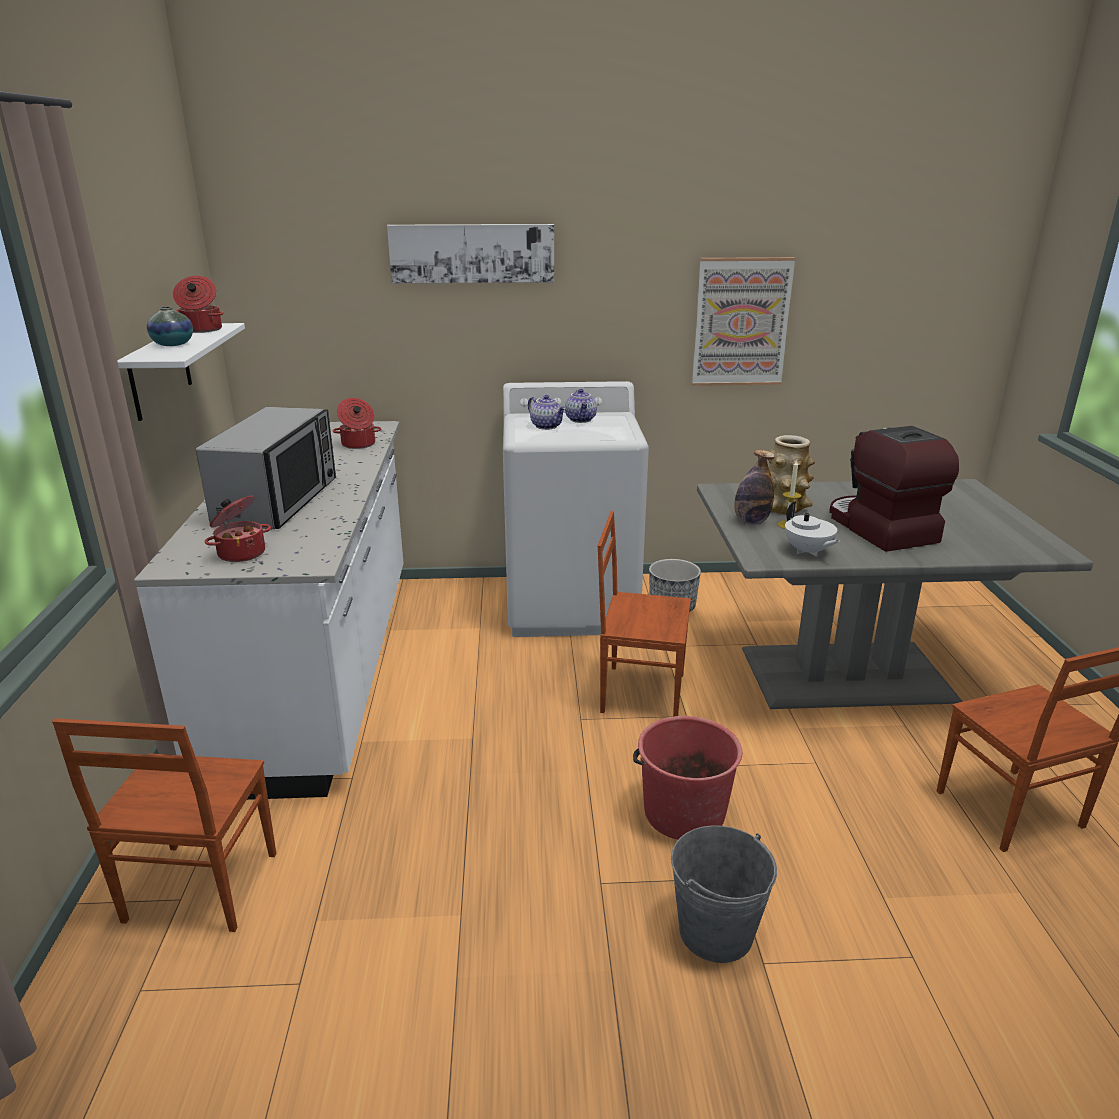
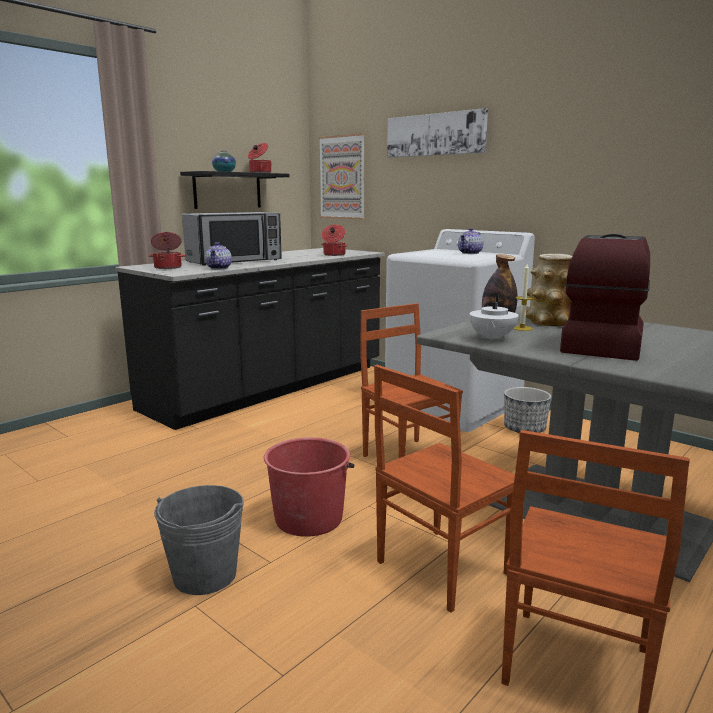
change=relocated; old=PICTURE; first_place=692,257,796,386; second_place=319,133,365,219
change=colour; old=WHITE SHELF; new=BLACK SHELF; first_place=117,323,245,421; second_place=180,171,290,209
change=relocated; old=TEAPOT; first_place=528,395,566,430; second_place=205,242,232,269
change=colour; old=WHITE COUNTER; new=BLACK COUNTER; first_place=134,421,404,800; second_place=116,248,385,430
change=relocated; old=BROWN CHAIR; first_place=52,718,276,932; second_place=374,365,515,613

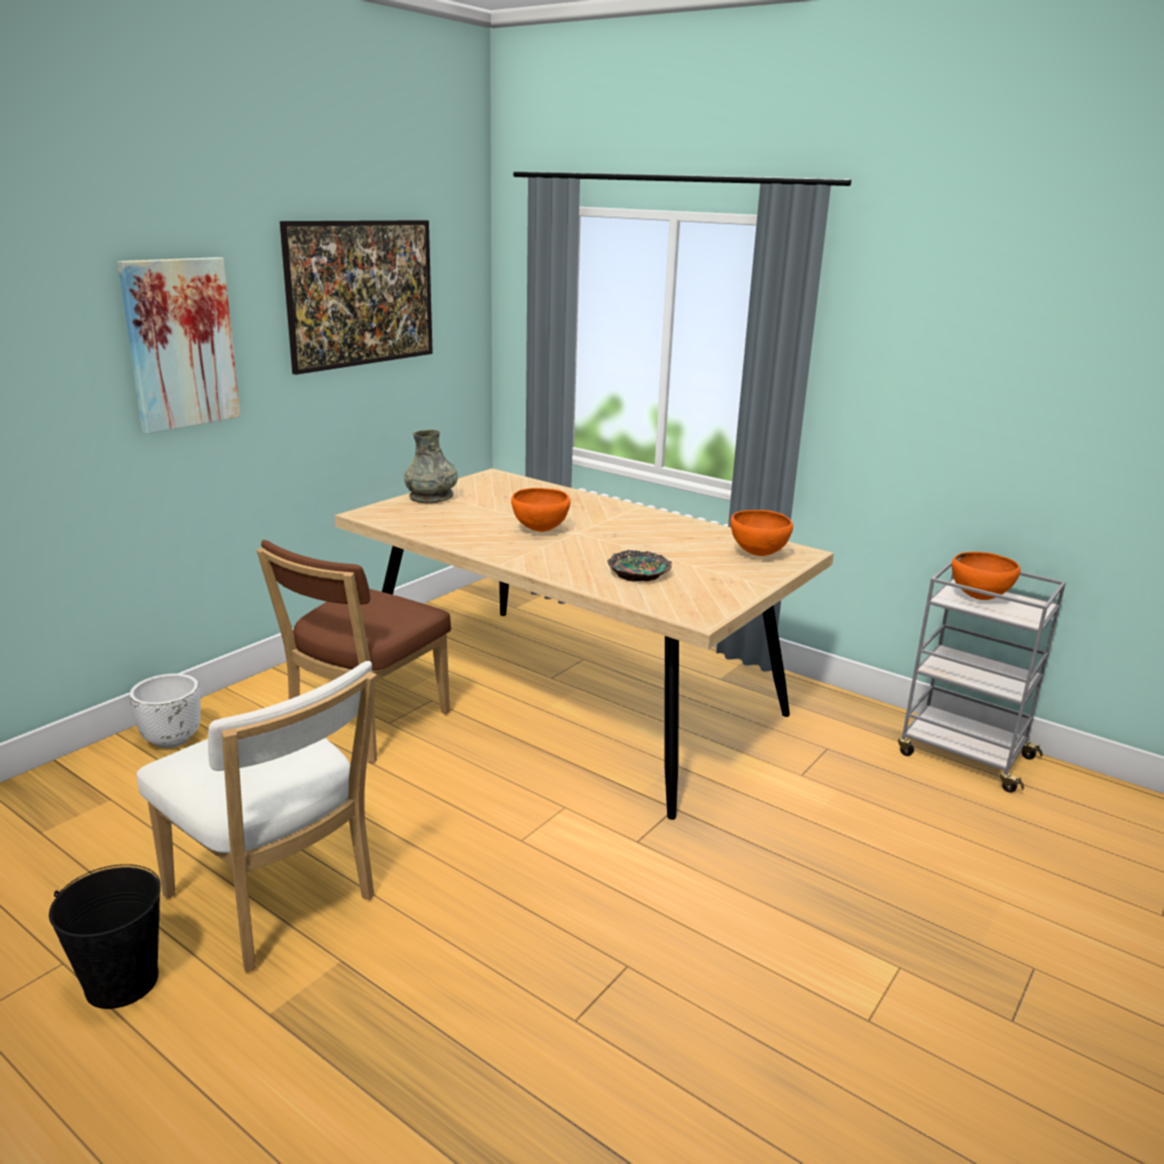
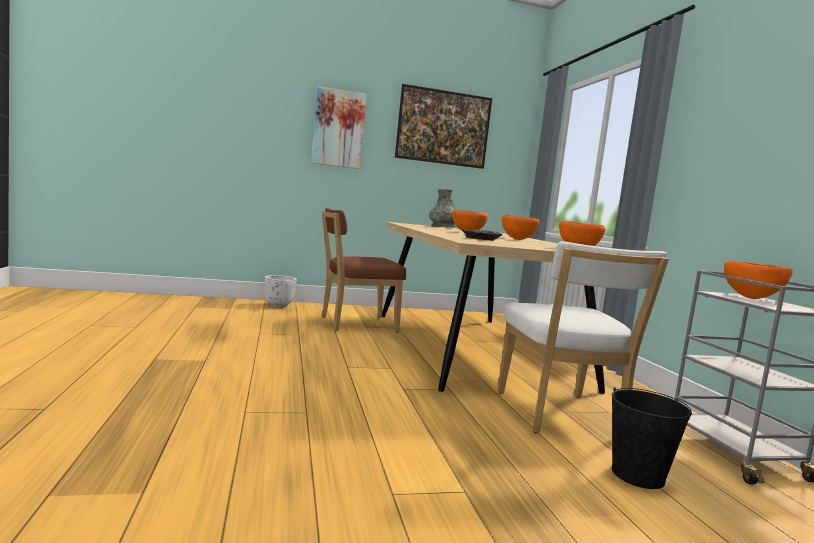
change=relocated; old=WHITE CHAIR; first_place=137,661,377,972; second_place=497,241,669,433
change=relocated; old=BLACK BUCKET; first_place=49,864,161,1009; second_place=612,387,692,489
change=appeared; new=ORANGE BOWL; second_place=502,215,540,240

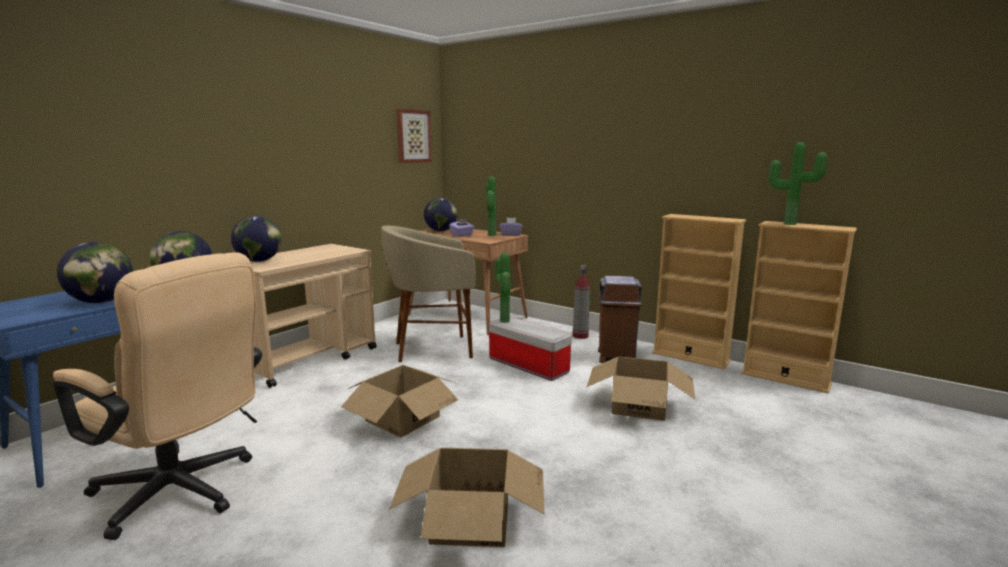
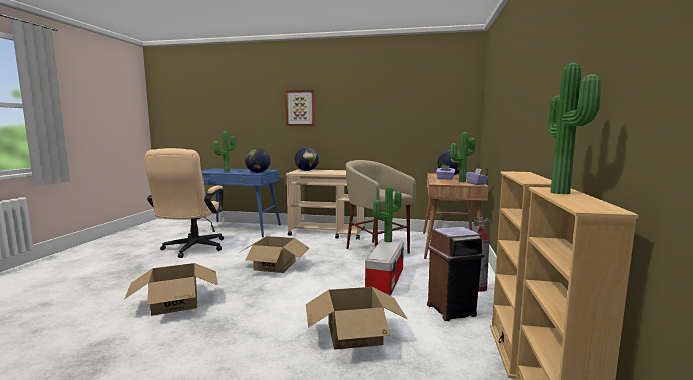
change=relocated; old=PICTURE; first_place=396,109,432,163; second_place=285,90,315,126
change=exchanged; old=GLOBE; new=POTTED PLANT; first_place=57,242,133,303; second_place=213,131,236,173

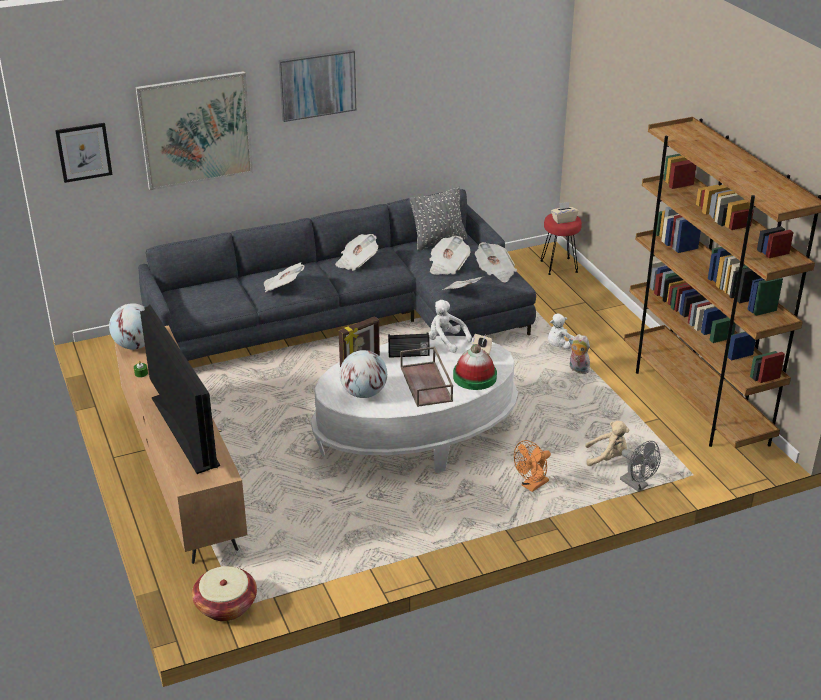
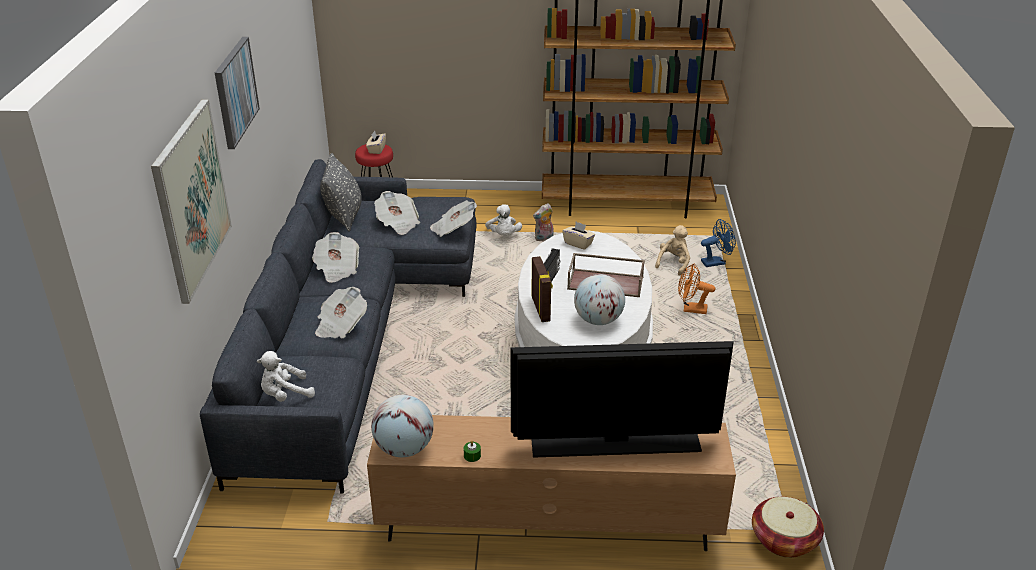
change=missing; old=PICTURE; first_place=55,123,113,183
change=missing; old=NEWSPAPER; first_place=475,242,517,282
change=relocated; old=WHITE PLUSH TOY; first_place=428,300,472,353; second_place=257,351,315,402
change=missing; old=HAT; first_place=453,344,497,390
change=spun; old=ORANGE FAN; first_place=514,440,551,492; second_place=678,263,715,314; degrees=120
change=colour; old=GREY FAN; new=BLUE FAN; first_place=620,441,661,492; second_place=701,219,736,267

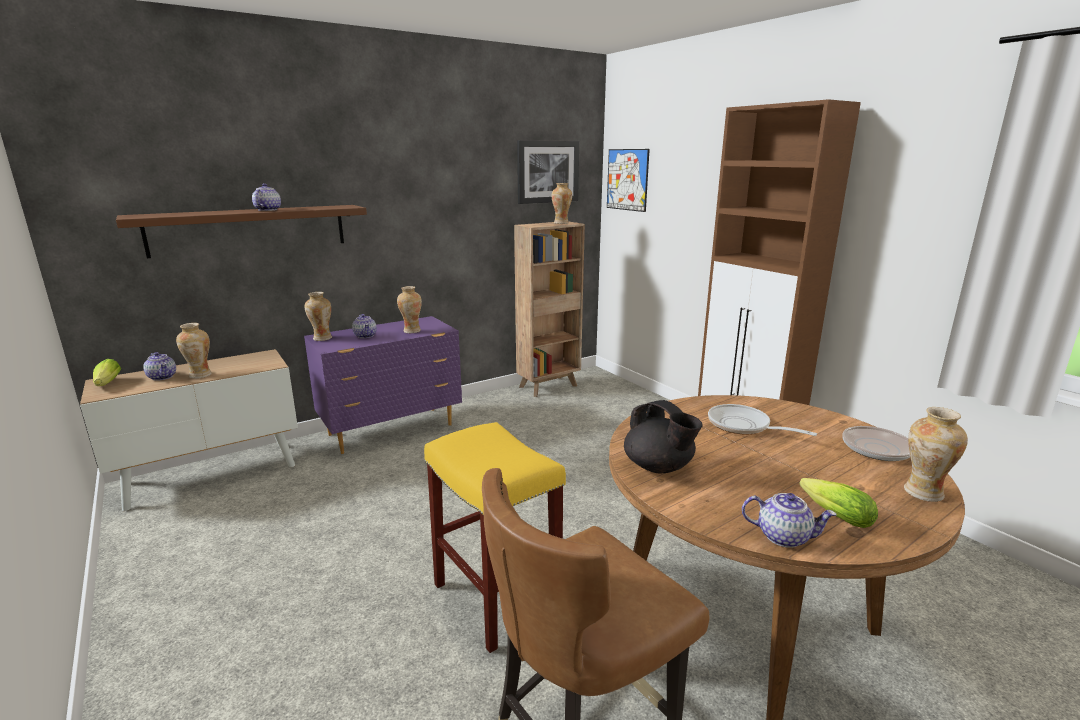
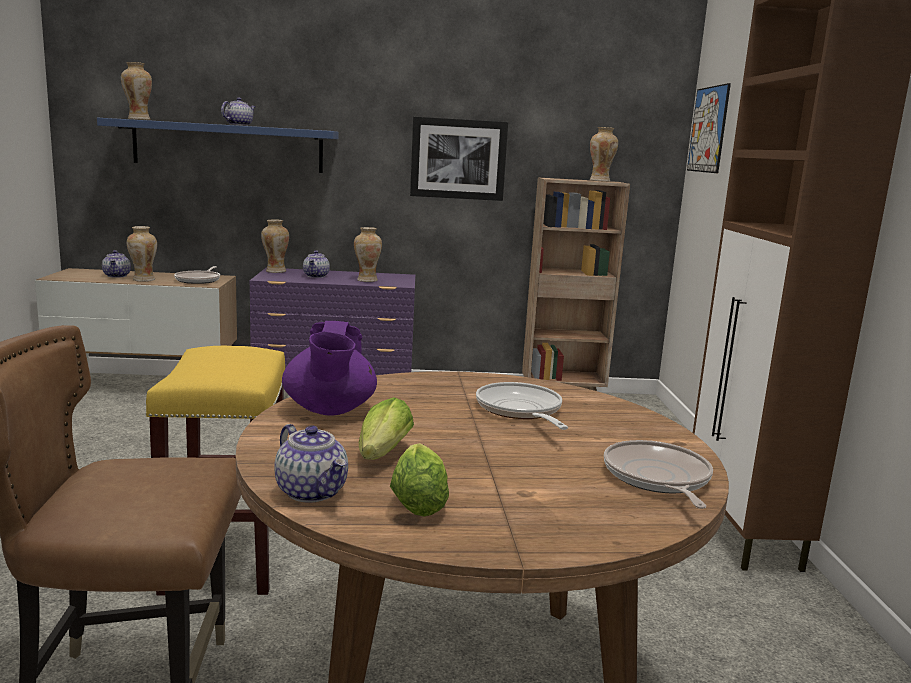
change=relocated; old=PICTURE; first_place=517,140,579,204; second_place=410,116,508,201
change=colour; old=BROWN SHELF; new=BLUE SHELF; first_place=116,205,367,258; second_place=97,118,338,173
change=relocated; old=LETTUCE; first_place=93,359,121,386; second_place=359,397,414,460
change=colour; old=BLACK TEAPOT; new=PURPLE TEAPOT; first_place=624,400,703,473; second_place=282,321,377,416
change=relocated; old=VASE; first_place=904,407,968,502; second_place=121,62,152,120
change=appeared; new=FRYING PAN; second_place=174,266,220,284

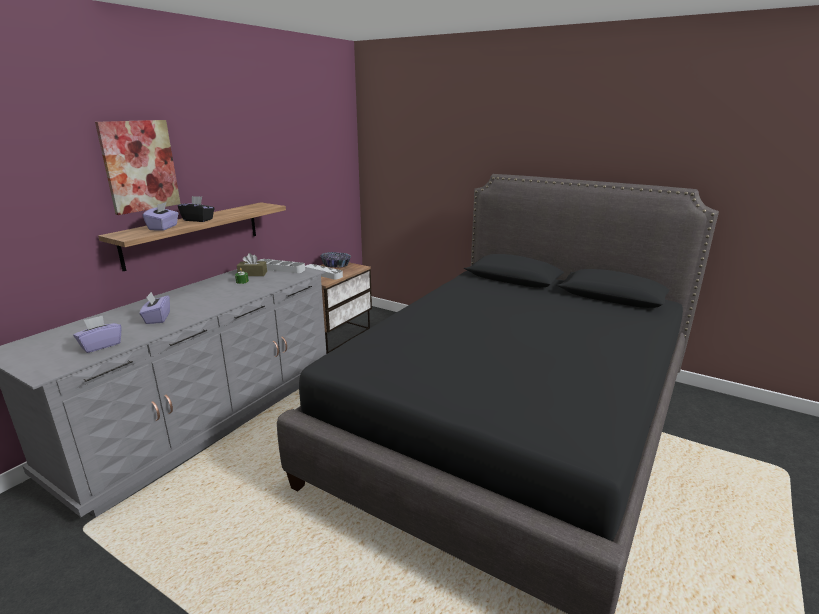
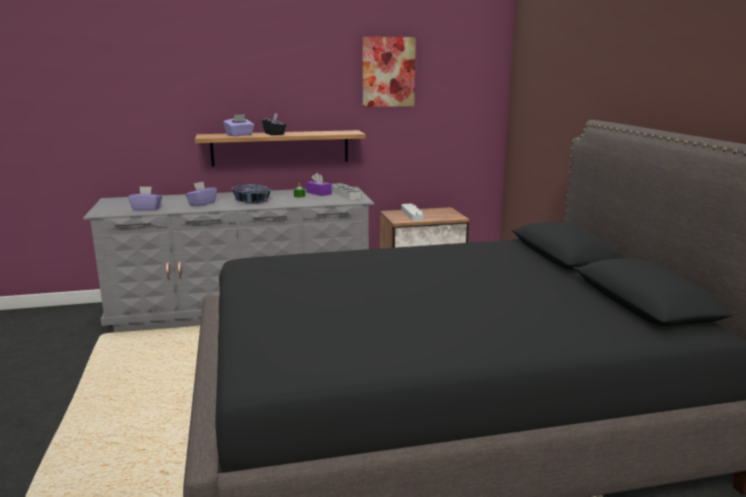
change=relocated; old=PICTURE; first_place=95,120,181,215; second_place=362,37,416,107
change=relocated; old=BOWL; first_place=320,252,351,268; second_place=232,184,272,203
change=colour; old=BROWN TISSUE BOX; new=PURPLE TISSUE BOX; first_place=237,253,267,276; second_place=306,173,332,196

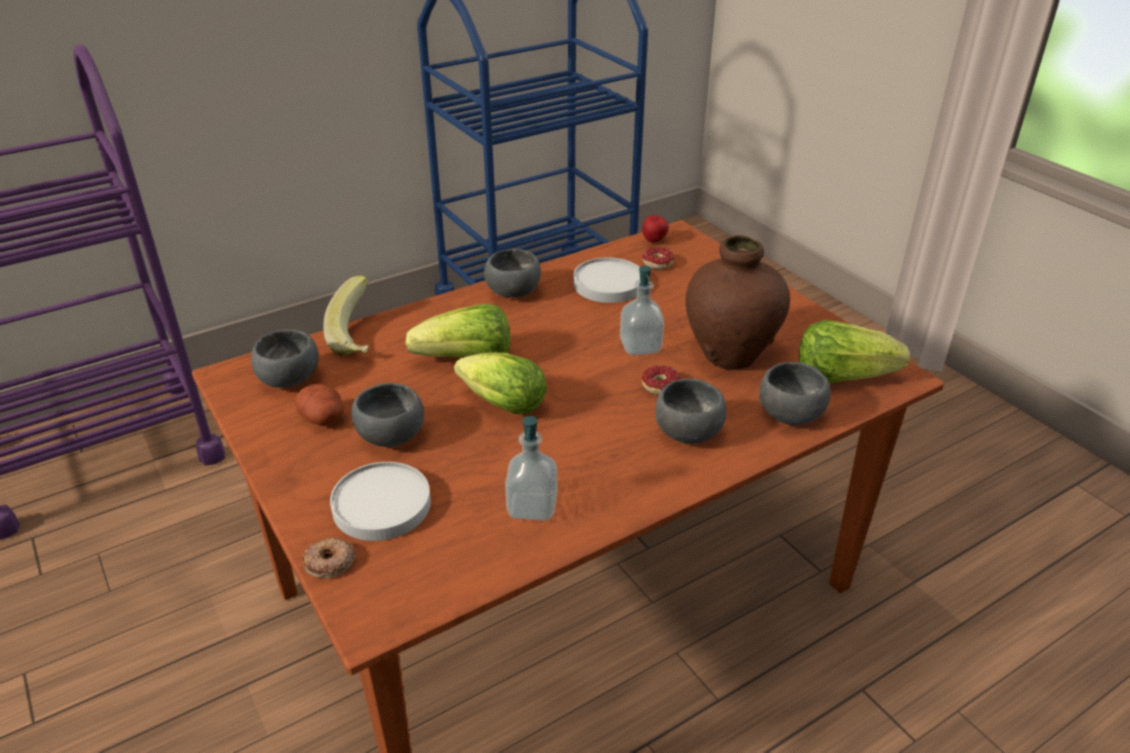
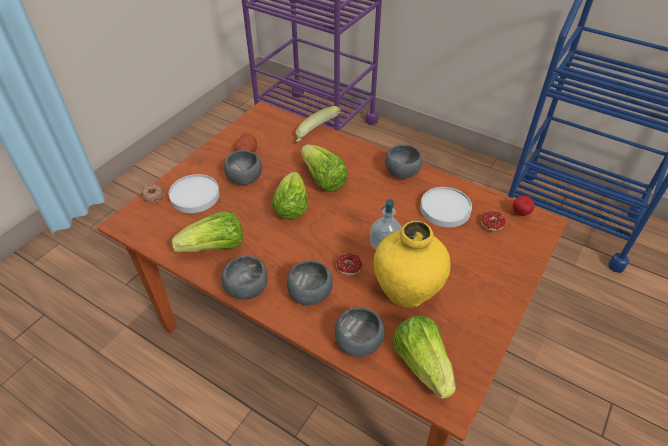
change=colour; old=BROWN VASE; new=YELLOW VASE; first_place=685,235,790,370; second_place=374,221,451,308
change=relocated; old=GREY BOWL; first_place=251,329,319,388; second_place=221,256,268,300
change=exchanged; old=SOAP DISPENSER; new=LETTUCE; first_place=505,416,557,521; second_place=172,211,243,252

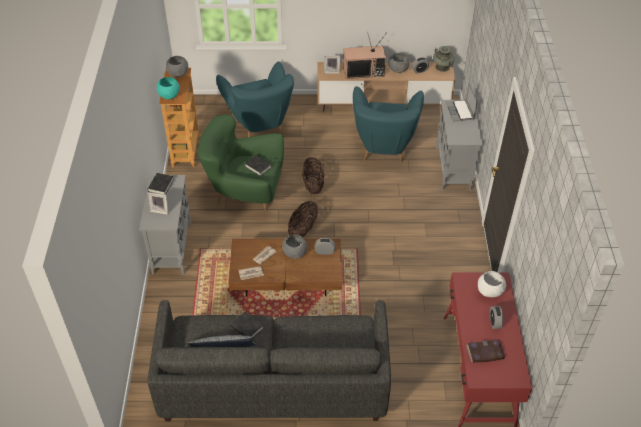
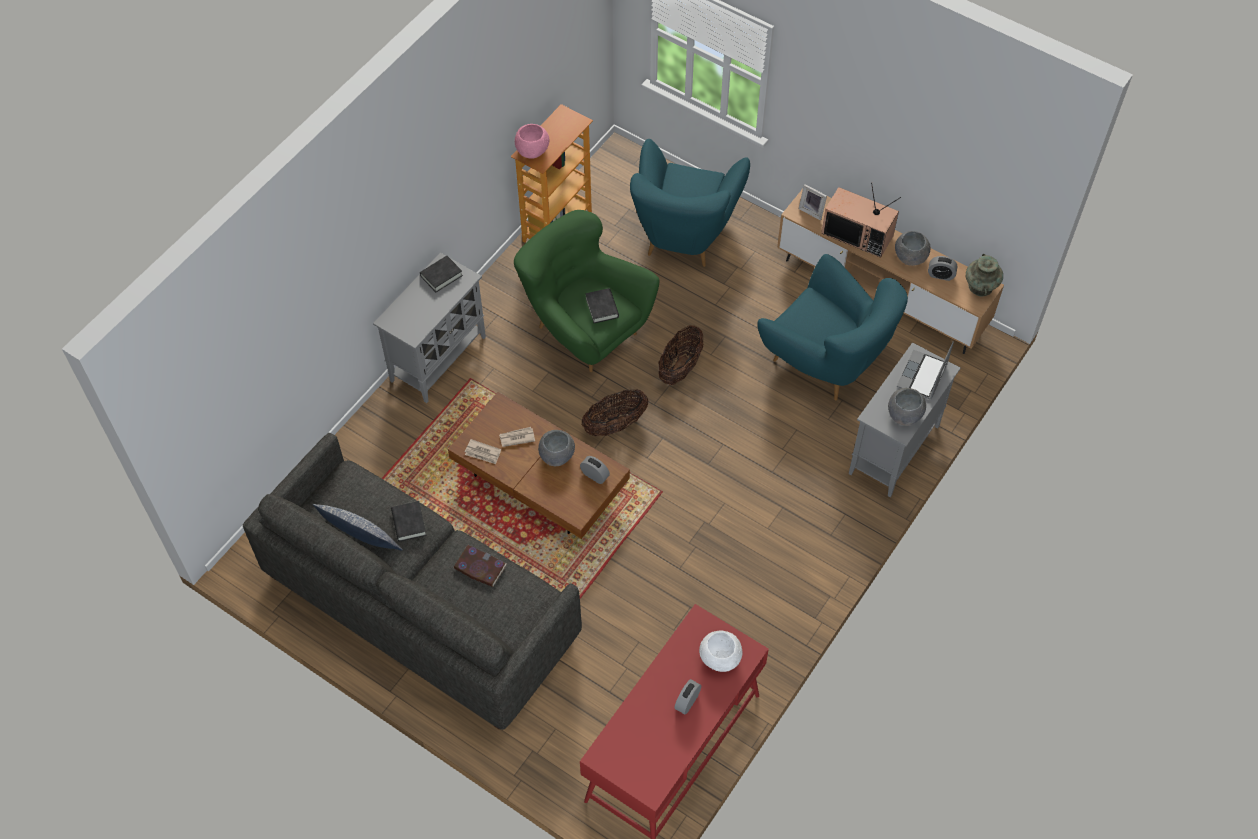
change=relocated; old=GREY BOWL; first_place=166,56,188,78; second_place=888,388,926,426
change=colour; old=TURQUOISE BOWL; new=PINK BOWL; first_place=157,77,180,99; second_place=515,124,549,159
change=spun; old=TURQUOISE ARMCHAIR; first_place=353,86,424,163; second_place=757,254,908,400; degrees=-90
change=missing; old=PICTURE FRAME; first_place=148,192,169,215
change=relocated; old=BOOK; first_place=466,340,505,363; second_place=454,545,507,587

